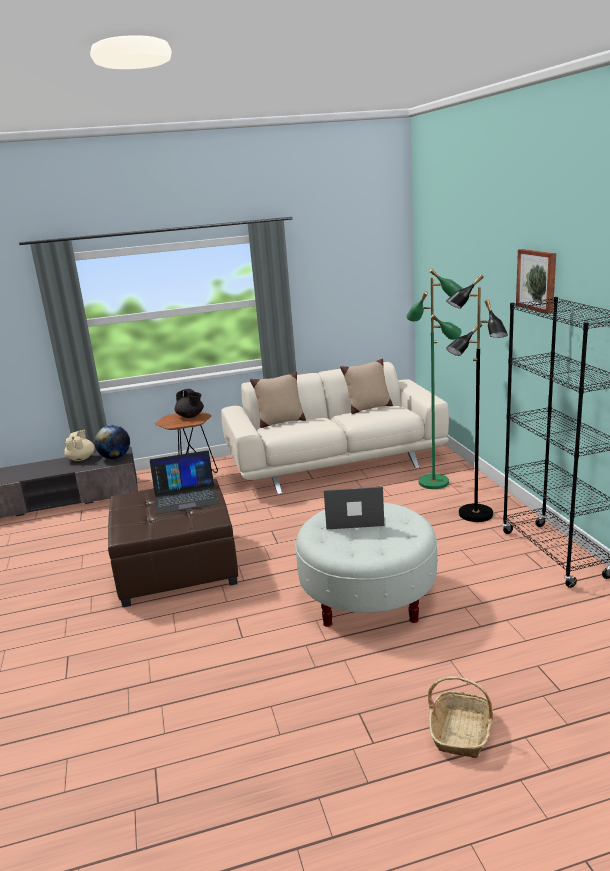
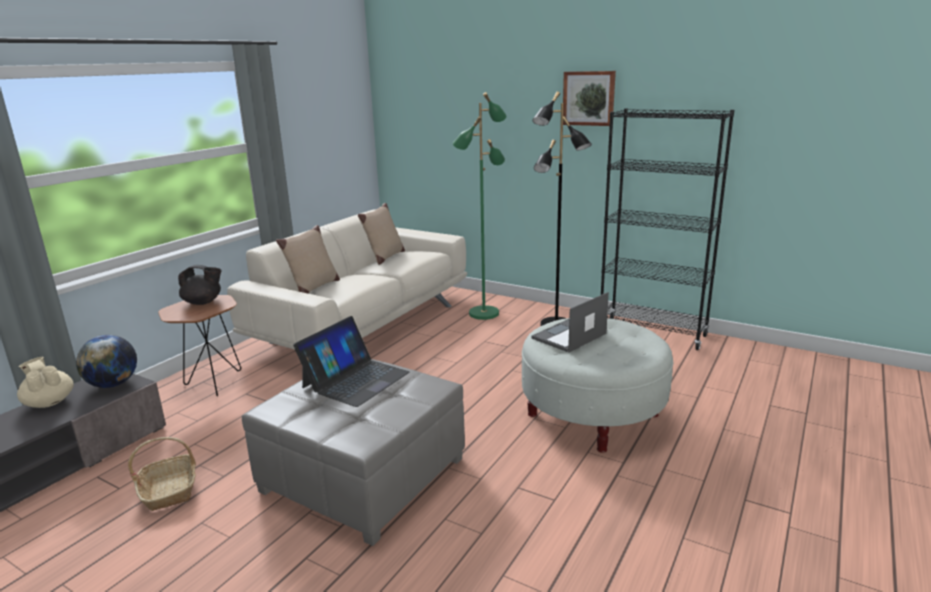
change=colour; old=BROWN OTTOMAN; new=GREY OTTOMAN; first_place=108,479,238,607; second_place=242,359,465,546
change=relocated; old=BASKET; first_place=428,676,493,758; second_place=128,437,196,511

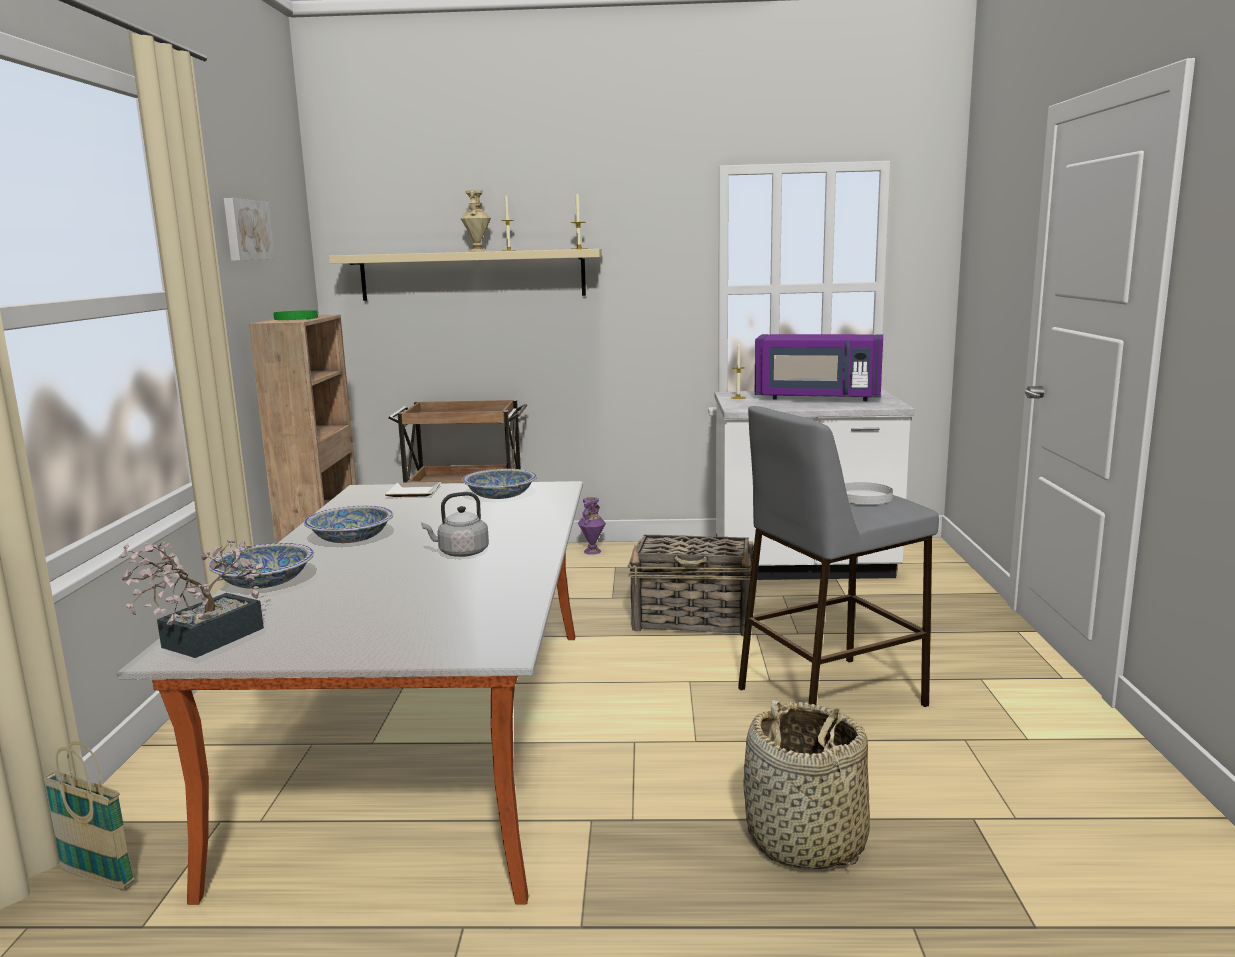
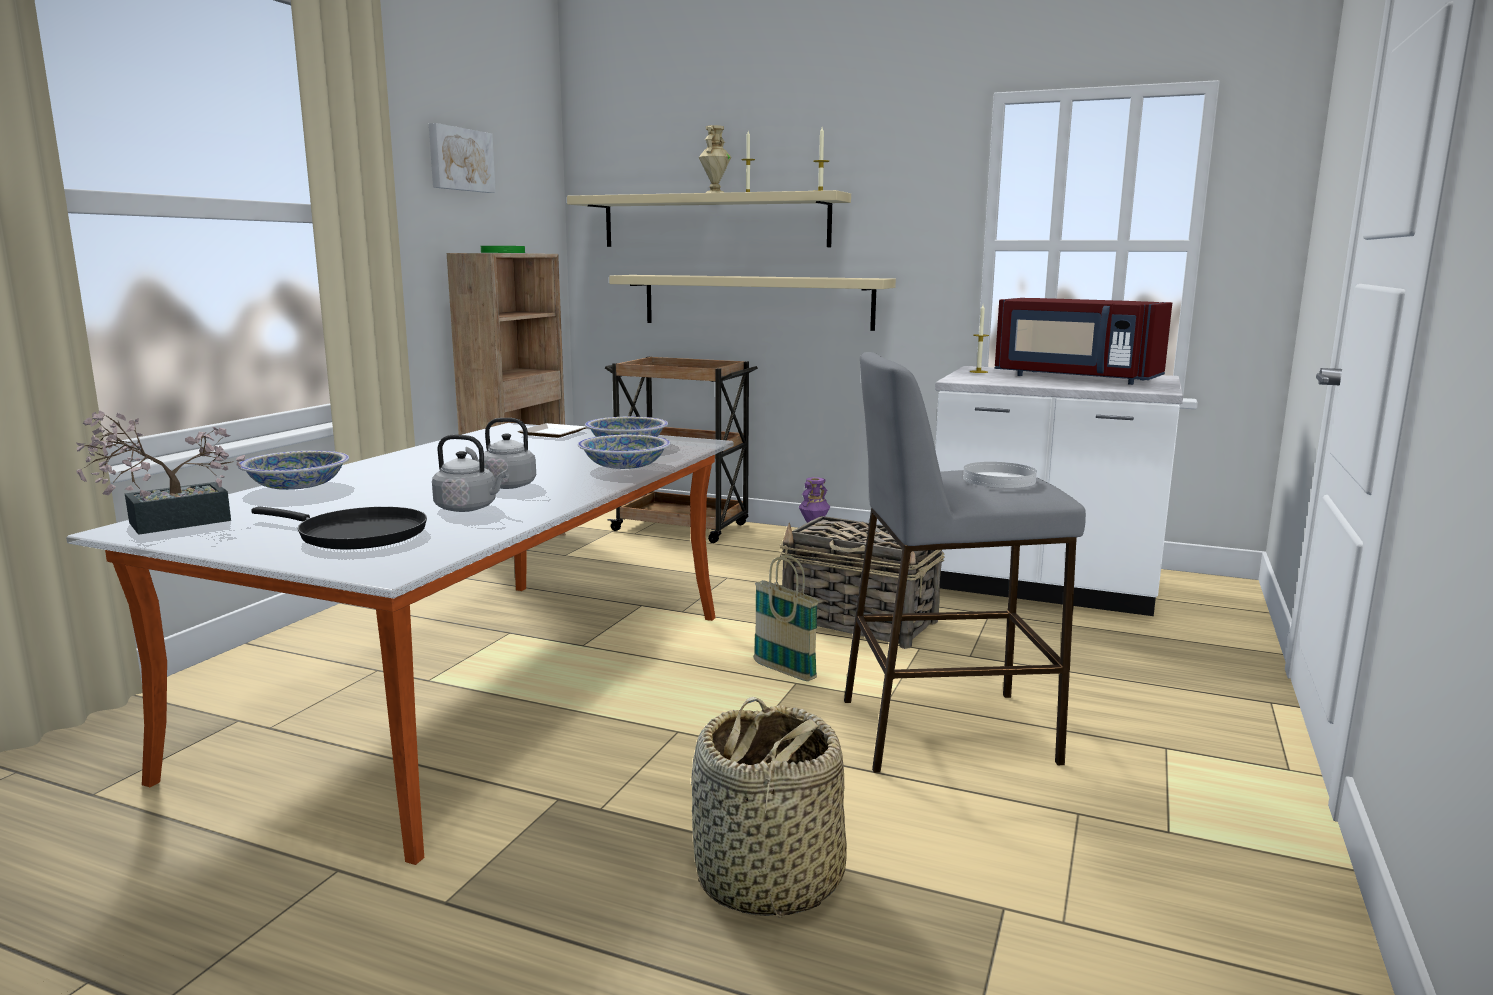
change=colour; old=PURPLE MICROWAVE; new=RED MICROWAVE; first_place=755,334,883,401; second_place=995,298,1172,385
change=relocated; old=BOWL; first_place=304,506,393,543; second_place=578,435,671,469
change=relocated; old=BASKET; first_place=44,741,135,889; second_place=753,555,819,681
change=appeared; new=BEIGE SHELF; second_place=609,275,896,331
change=appeared; new=GREY KETTLE; second_place=432,434,508,512
change=appeared; new=BLACK FRYING PAN; second_place=251,507,427,549

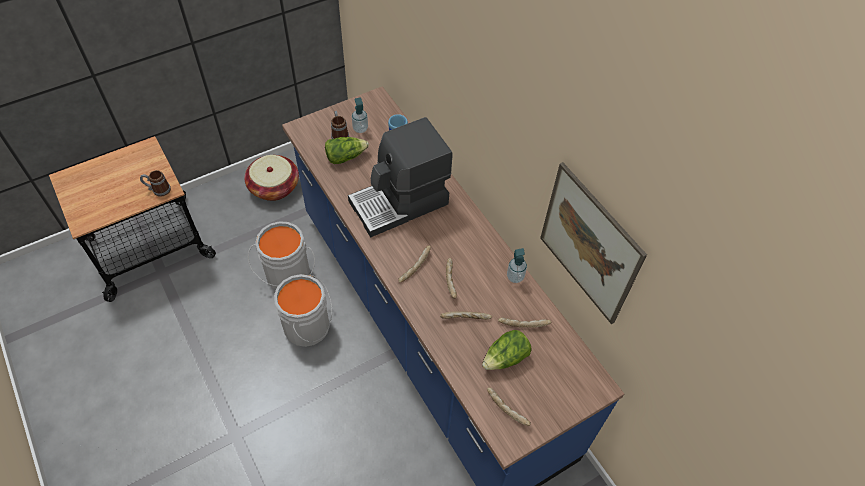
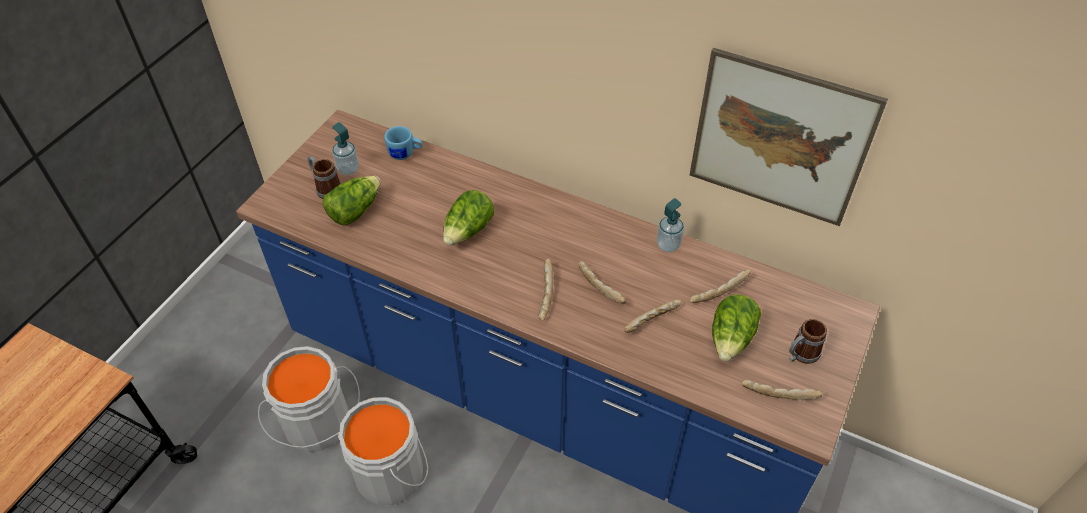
change=exchanged; old=COFFEE MACHINE; new=LETTUCE; first_place=348,117,453,237; second_place=443,190,494,246
change=missing; old=BASKET; first_place=244,155,299,201
change=relocated; old=MUG; first_place=140,170,171,197; second_place=789,319,827,364

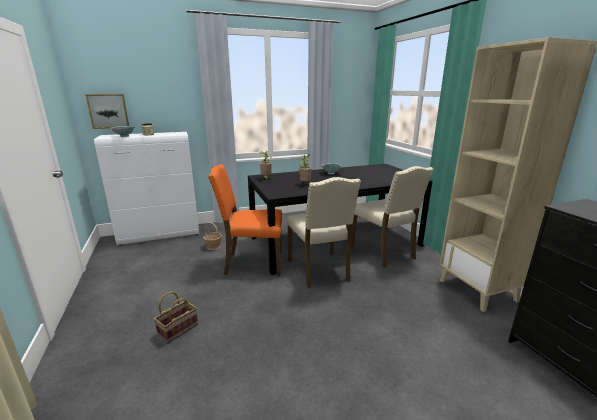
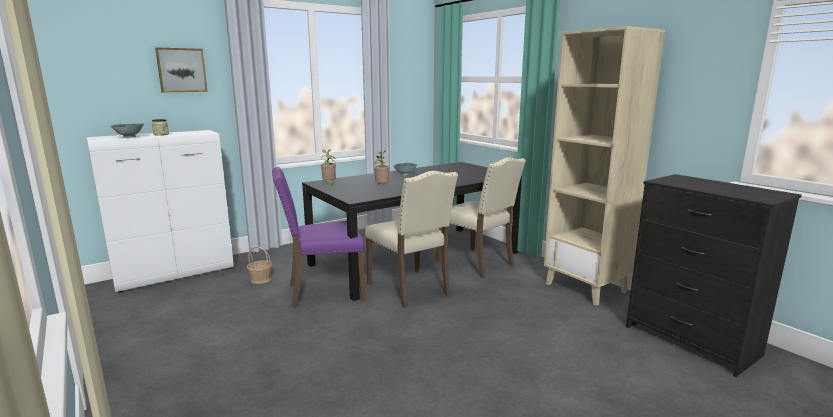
change=relocated; old=PICTURE; first_place=86,94,129,129; second_place=155,47,208,92
change=colour; old=ORANGE CHAIR; new=PURPLE CHAIR; first_place=208,164,282,276; second_place=272,167,365,308
change=missing; old=BASKET; first_place=154,291,198,343

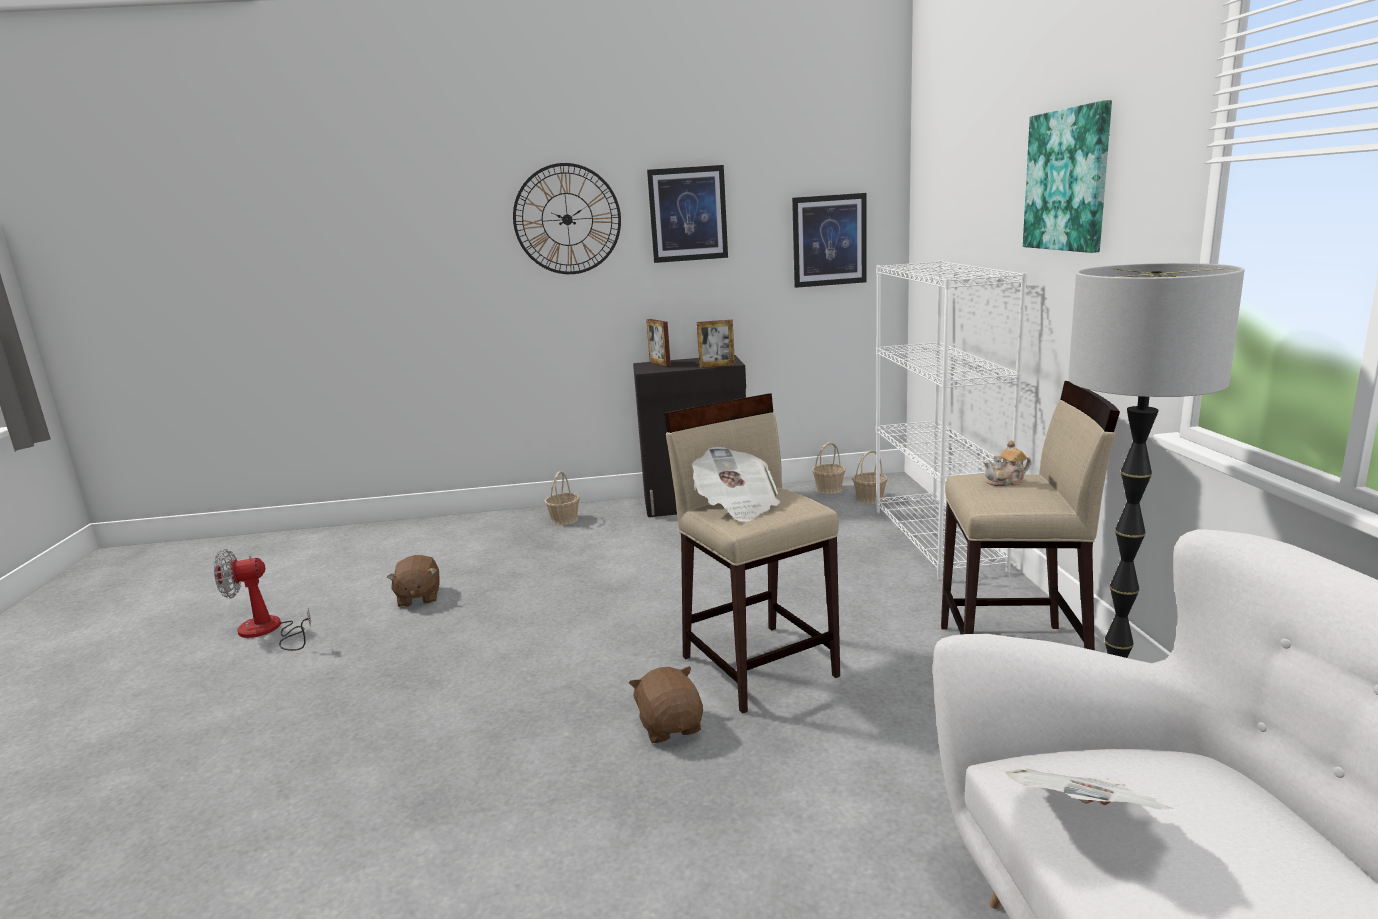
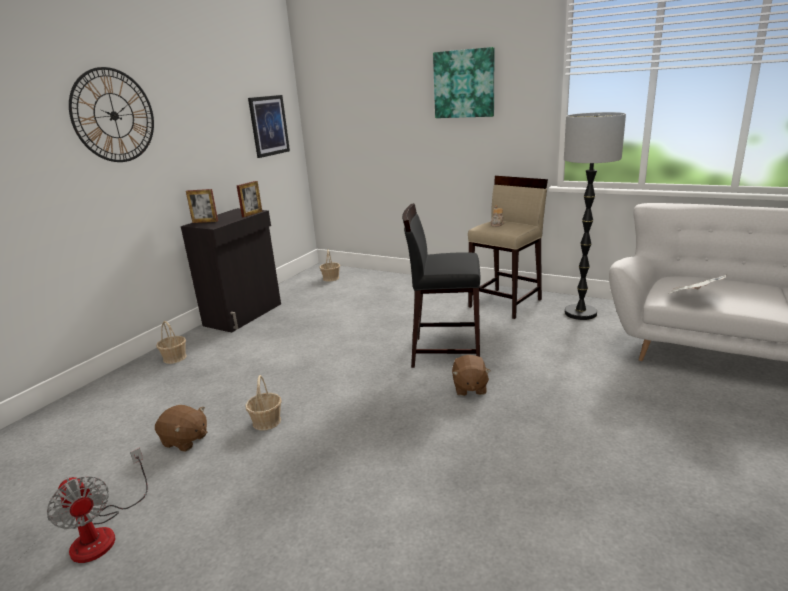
change=missing; old=PICTURE; first_place=647,165,728,263
change=missing; old=WHITE BOOKCASE; first_place=876,261,1028,581
change=colour; old=BEIGE STOOL; new=BLACK STOOL; first_place=664,394,840,714; second_place=402,203,480,368
change=relocated; old=BASKET; first_place=812,442,846,494; second_place=246,375,282,430
change=missing; old=NEWSPAPER; first_place=692,447,780,522
change=spun; old=FAN; first_place=214,549,311,651; second_place=47,448,148,563; degrees=-60
change=spun; old=BROWN PLUSH TOY; first_place=629,666,703,743; second_place=452,355,491,396; degrees=-105

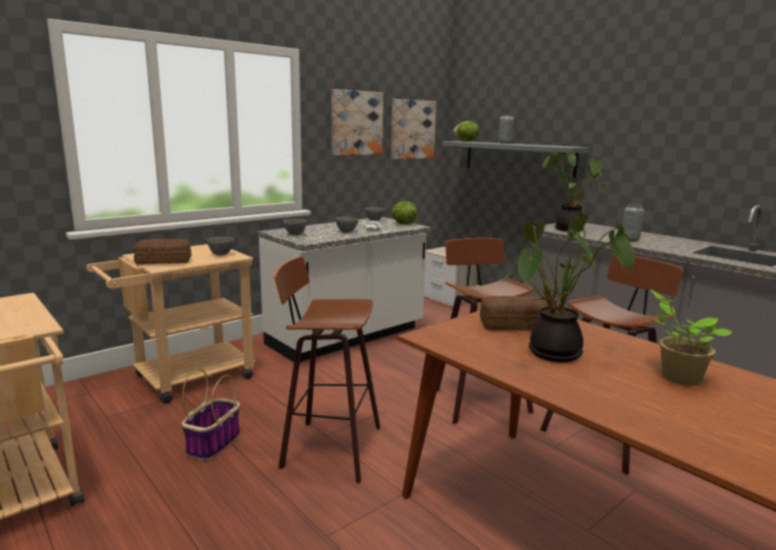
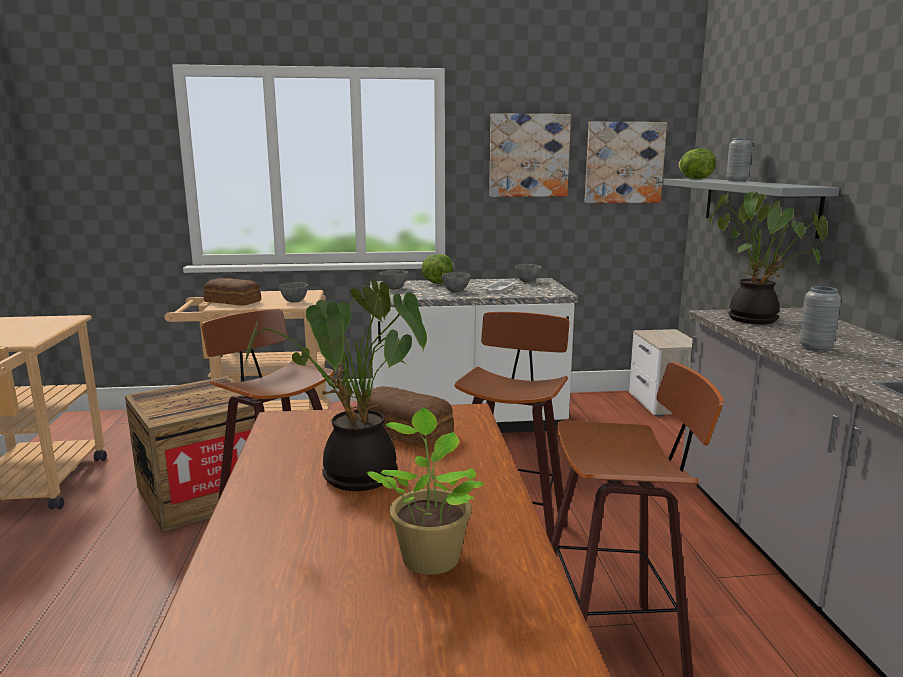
change=relocated; old=LETTUCE; first_place=392,201,417,224; second_place=421,254,453,284
change=exchanged; old=BASKET; new=CRATE; first_place=182,369,240,461; second_place=125,376,255,532

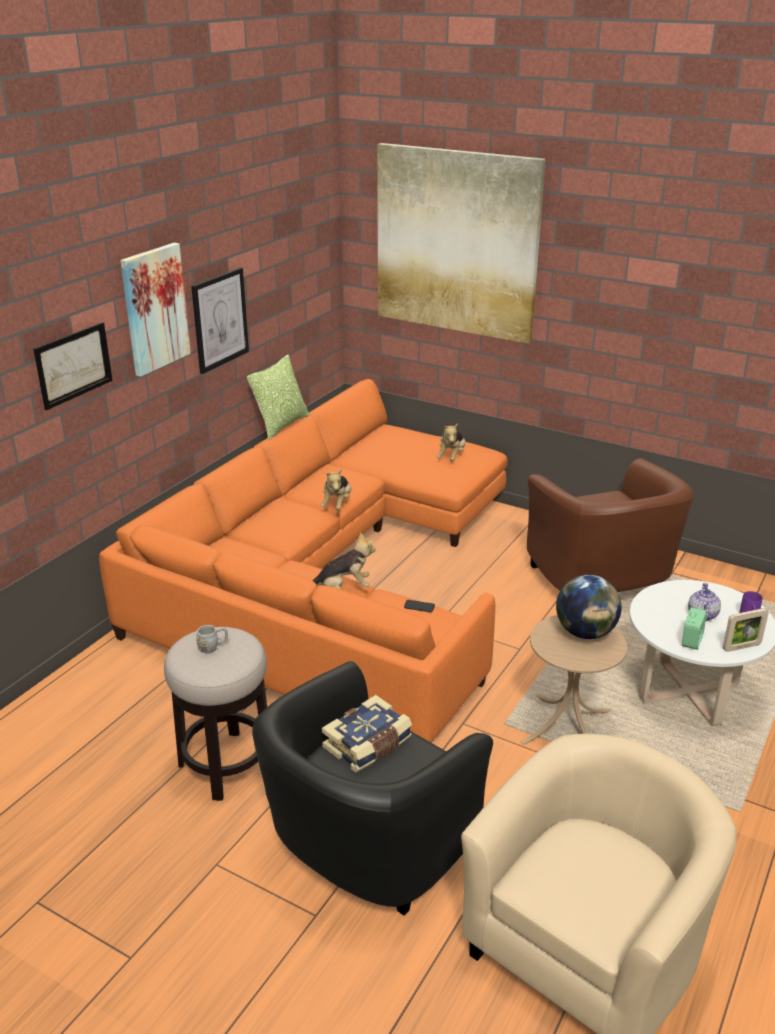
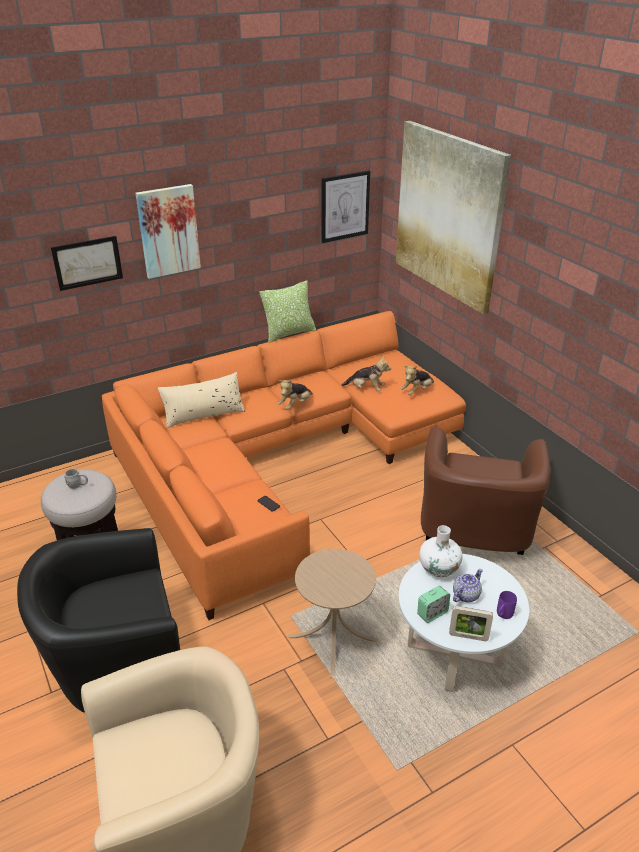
change=relocated; old=PICTURE; first_place=191,267,249,374; second_place=322,170,370,243
change=relocated; old=PLUSH TOY; first_place=313,532,376,590; second_place=341,356,391,391
change=missing; old=GLOBE; first_place=556,575,622,639
change=missing; old=BOOK; first_place=322,695,412,773
change=appeared; new=BEIGE PILLOW; second_place=158,372,245,428
change=appeared; new=WHITE VASE; second_place=419,525,463,577

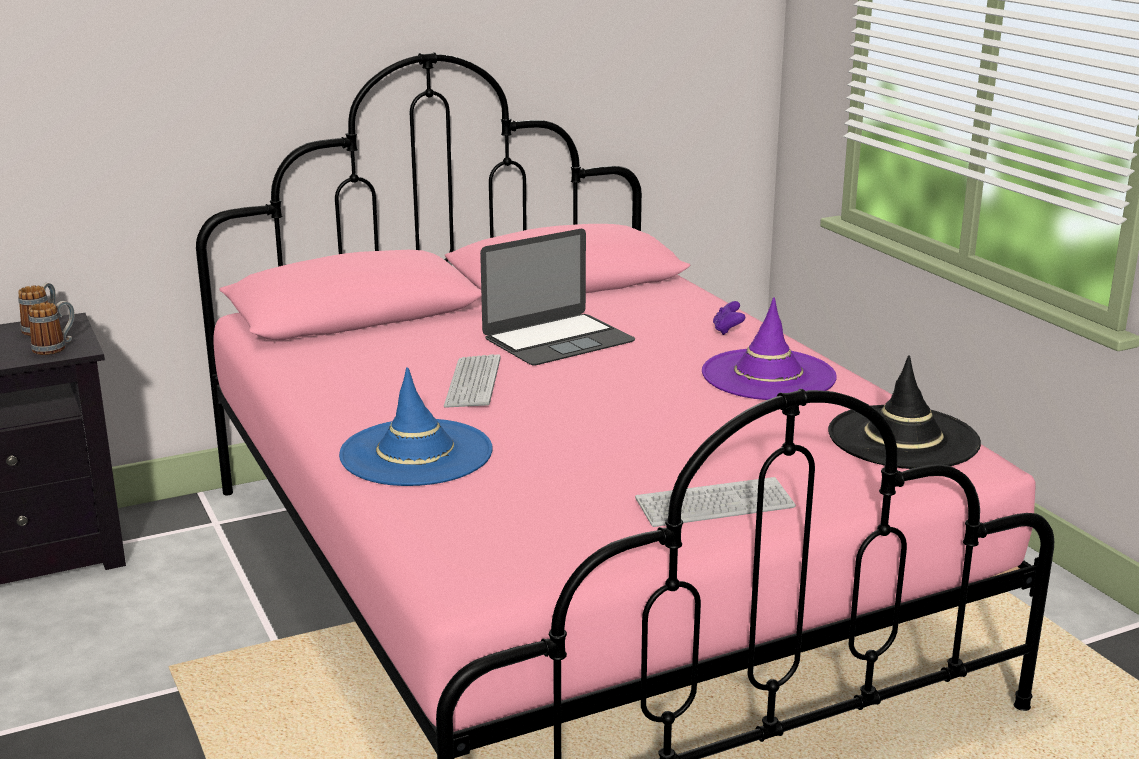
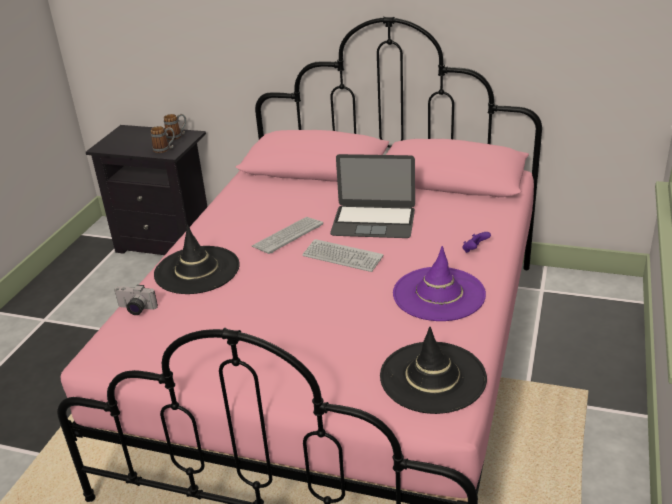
change=colour; old=BLUE HAT; new=BLACK HAT; first_place=339,367,492,486; second_place=154,225,240,294
change=relocated; old=KEYBOARD; first_place=635,477,796,527; second_place=302,239,384,272
change=appeared; new=PHOTO CAMERA; second_place=114,285,158,315

